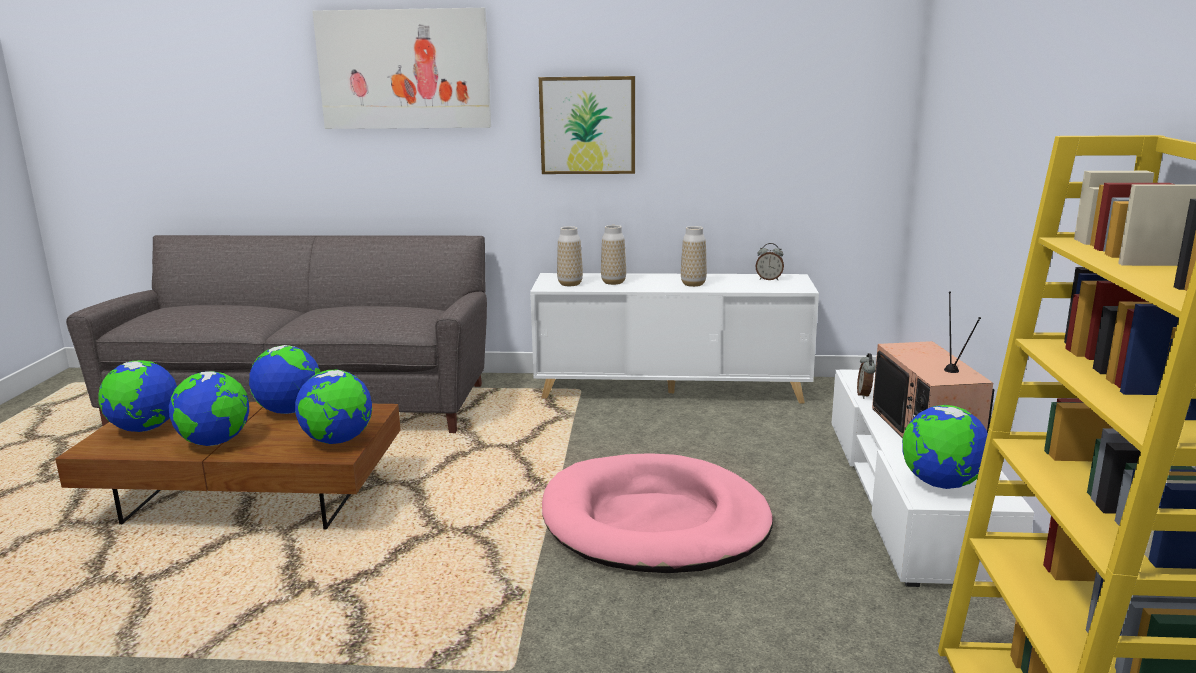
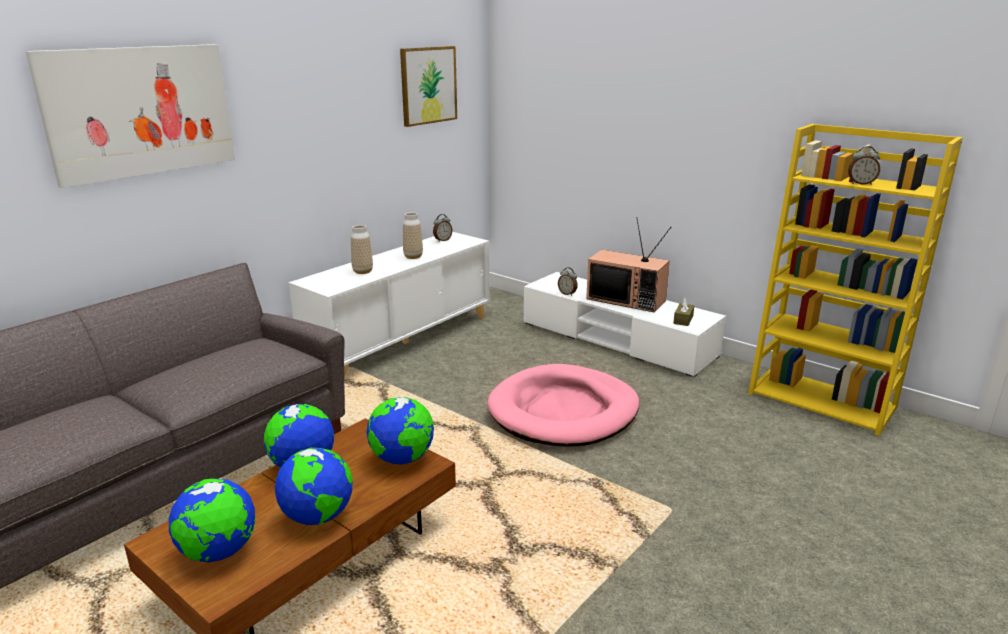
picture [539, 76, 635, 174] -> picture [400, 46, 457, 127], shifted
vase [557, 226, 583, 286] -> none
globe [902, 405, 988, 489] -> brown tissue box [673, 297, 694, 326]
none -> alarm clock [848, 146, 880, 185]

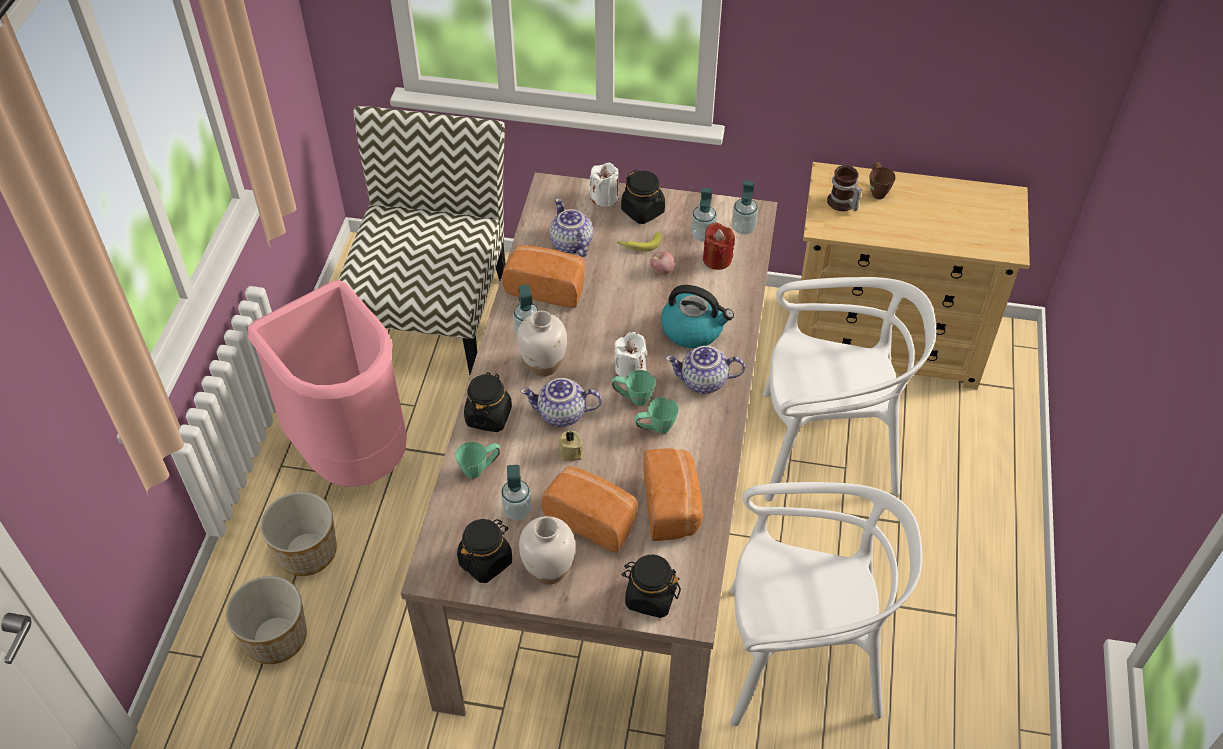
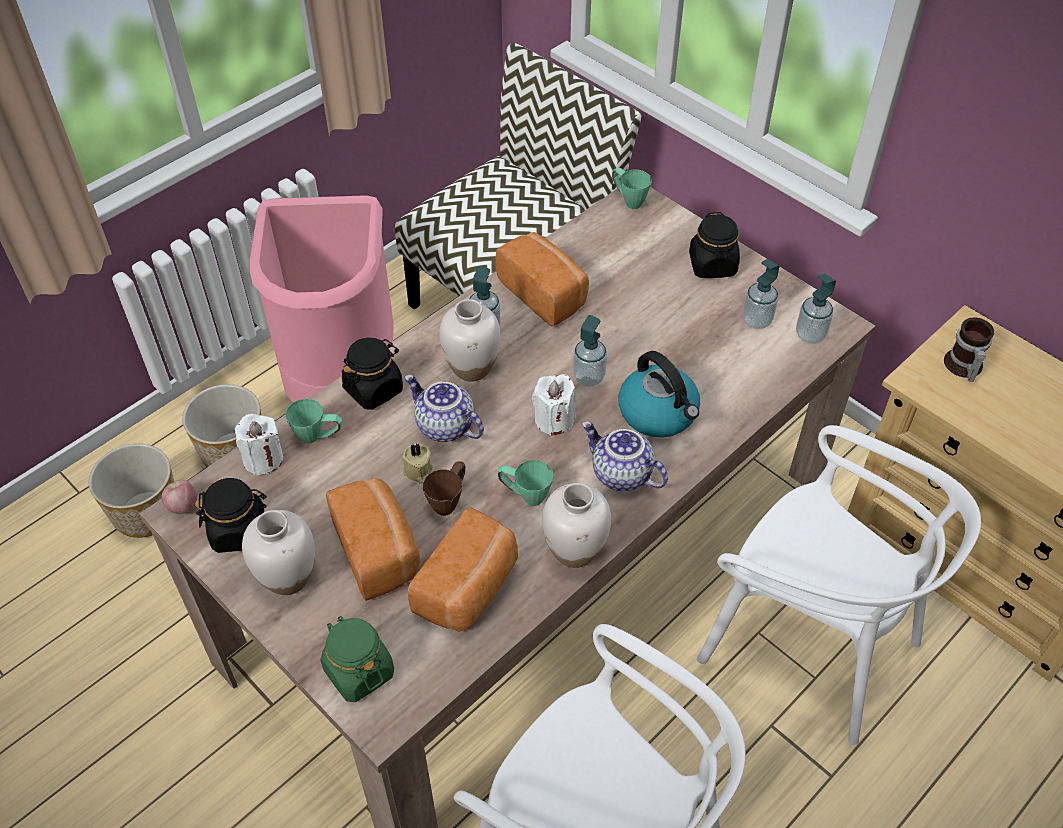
brown mug [870, 162, 896, 199] -> brown mug [423, 461, 465, 516], shifted
white candle [590, 163, 619, 207] -> white candle [235, 414, 283, 475], shifted
teapot [550, 198, 593, 257] -> none
red candle [703, 222, 735, 270] -> none
banana [617, 232, 661, 251] -> none
apple [650, 251, 675, 275] -> apple [161, 480, 197, 514], shifted
green mug [611, 370, 655, 406] -> green mug [612, 167, 652, 209], shifted
soap dispenser [501, 465, 532, 521] -> soap dispenser [573, 315, 607, 386], shifted
black jar [621, 555, 681, 618] -> green jar [321, 616, 394, 702]
none -> white vase [542, 483, 611, 568]

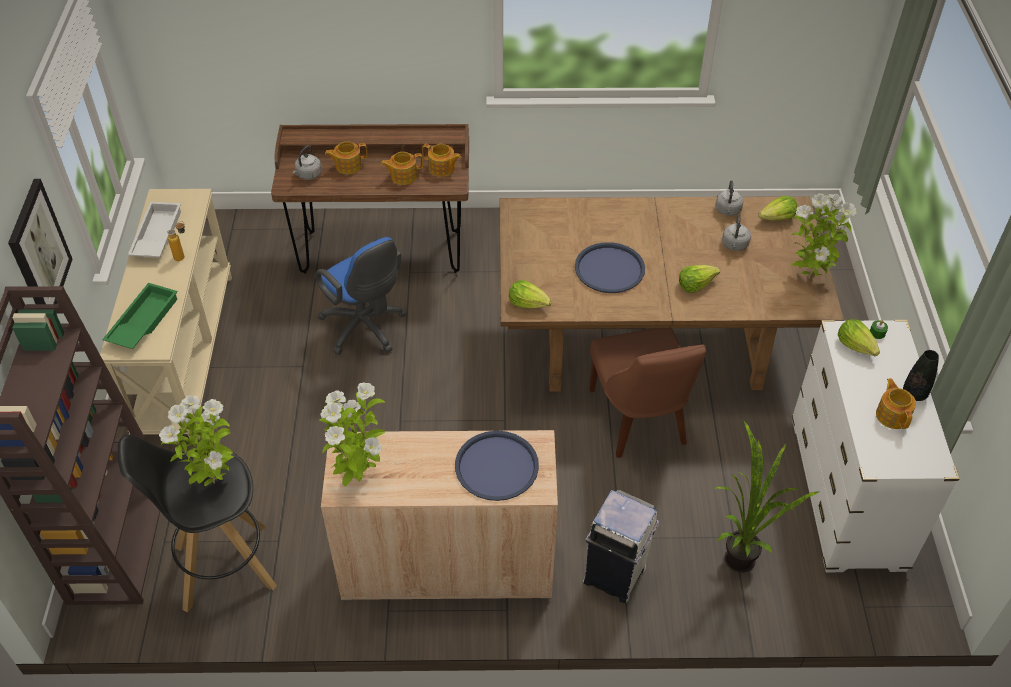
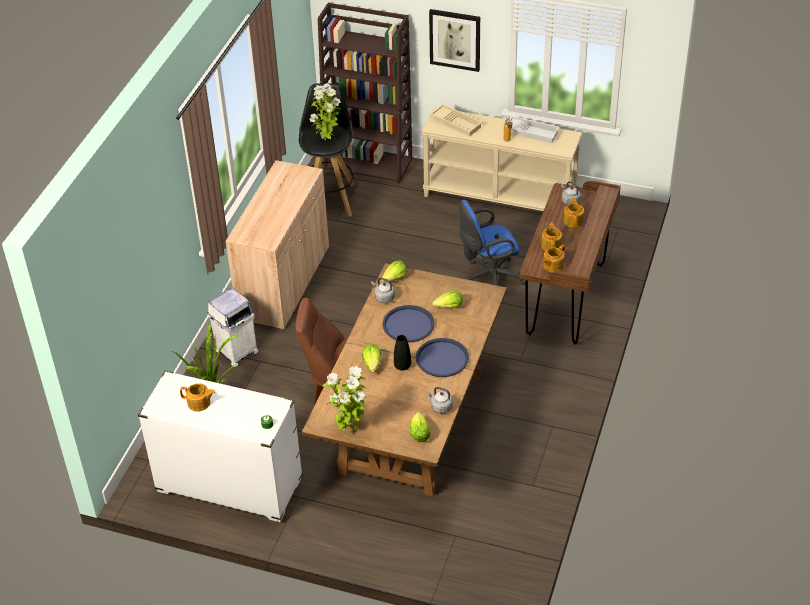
grey kettle [722, 215, 751, 251] -> grey kettle [371, 278, 395, 303], shifted
green tray [102, 283, 178, 349] -> beige tray [430, 104, 482, 137]
lettuce [838, 319, 880, 356] -> lettuce [432, 290, 463, 309], shifted
black vase [903, 350, 939, 401] -> black vase [394, 335, 411, 371], shifted
potted plant [319, 383, 385, 486] -> none
blue tray [455, 431, 539, 501] -> blue tray [416, 338, 469, 377], shifted

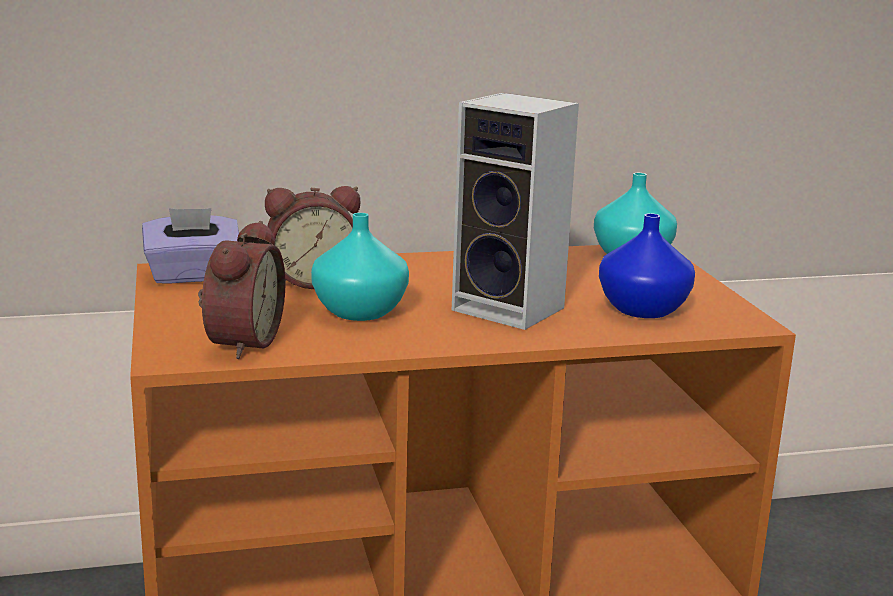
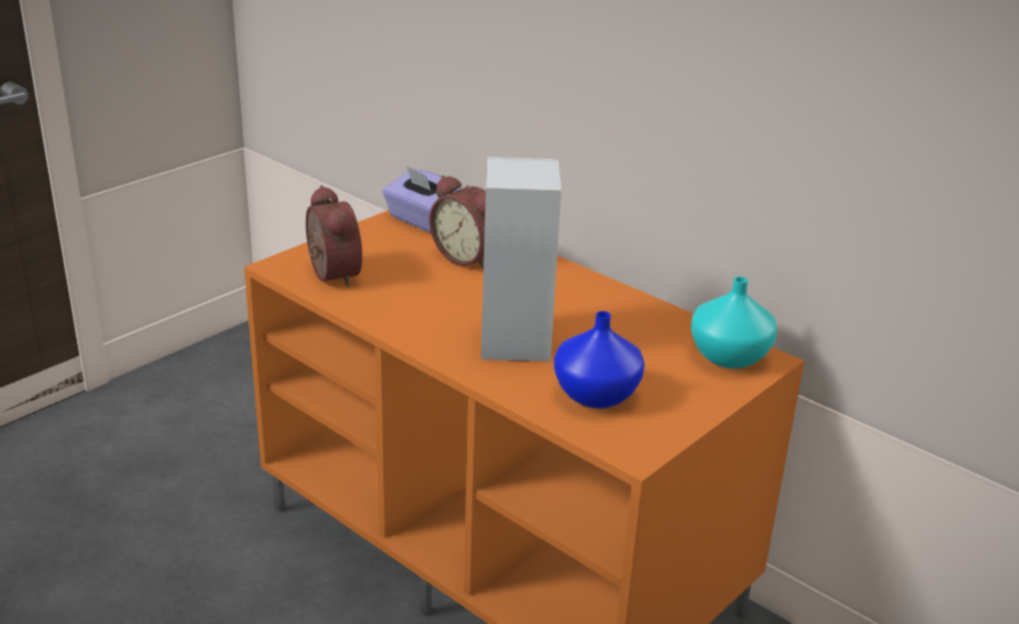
turquoise vase [311, 213, 409, 321] -> none
alarm clock [198, 221, 285, 359] -> alarm clock [306, 185, 362, 288], 90 degrees counterclockwise

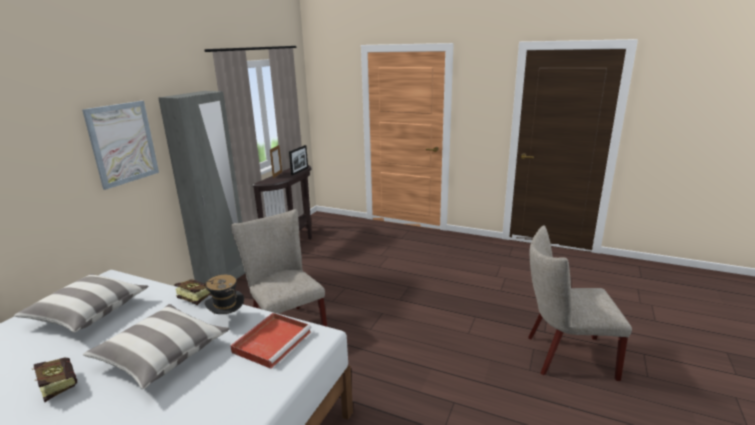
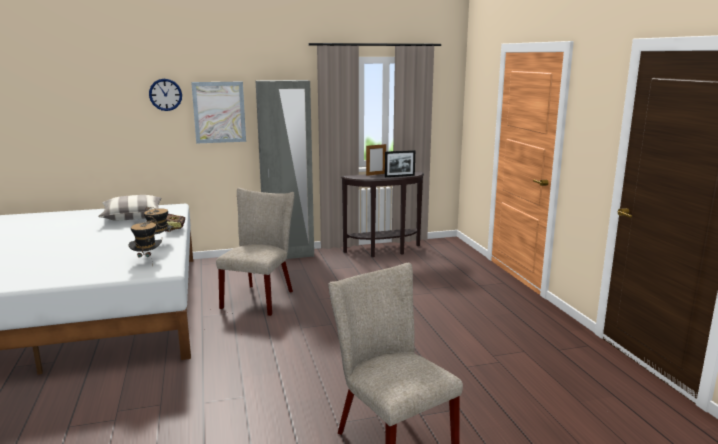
pillow [83, 304, 229, 389] -> none
red tray [231, 313, 311, 369] -> hat [128, 220, 162, 266]
book [32, 358, 77, 402] -> none
none -> wall clock [149, 79, 182, 111]

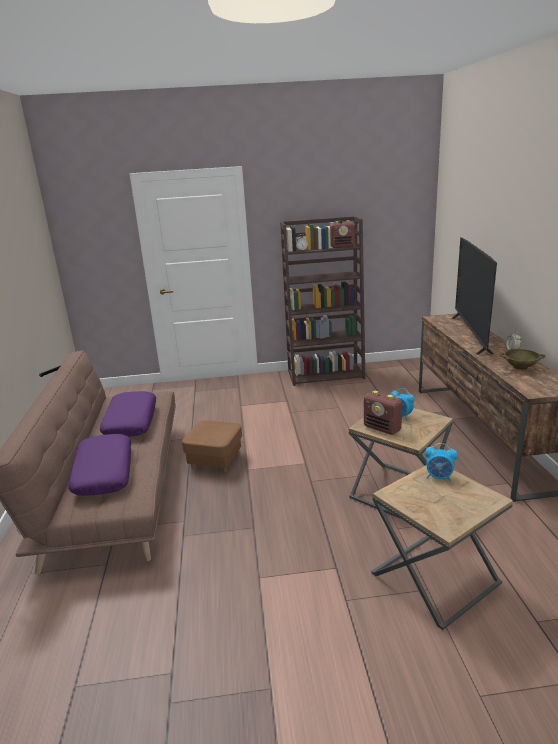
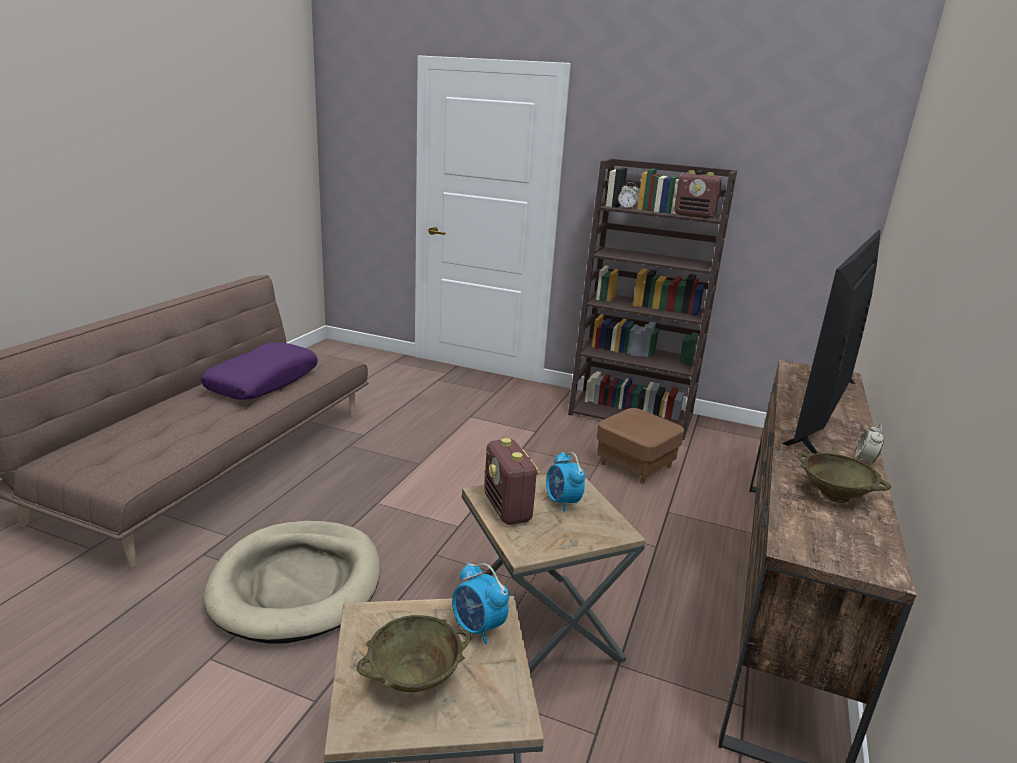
brown ottoman [182, 420, 242, 473] -> brown ottoman [597, 408, 684, 484], shifted
purple pillow [69, 434, 131, 496] -> none
none -> beige dog bed [204, 521, 380, 644]
none -> beige bowl [357, 615, 472, 692]

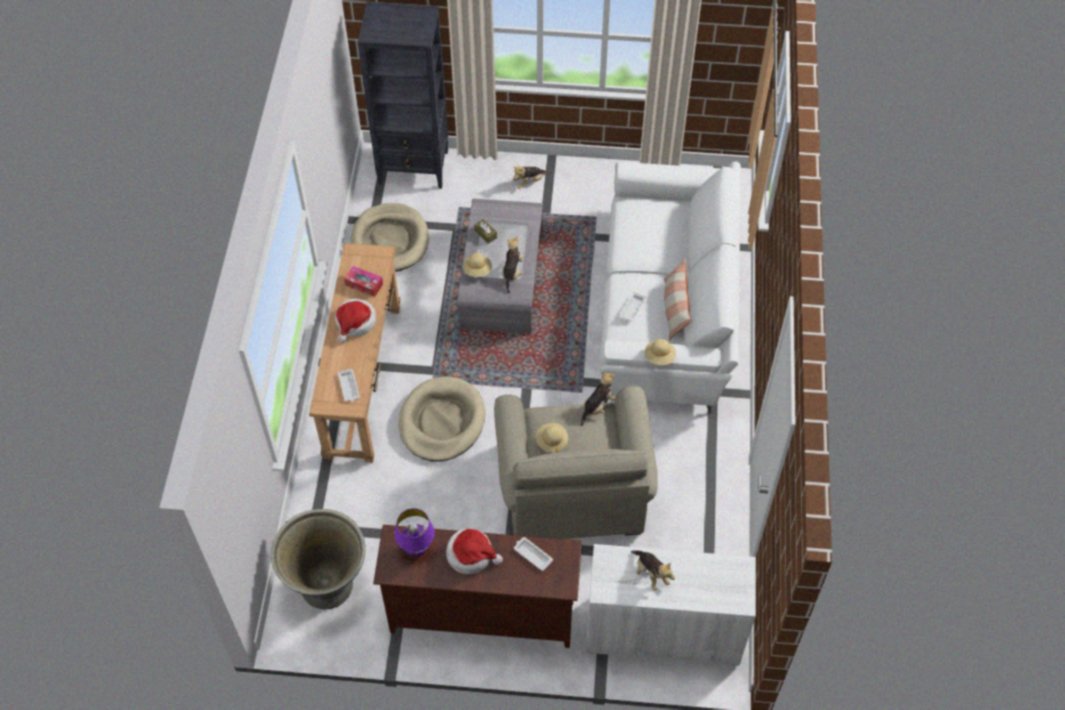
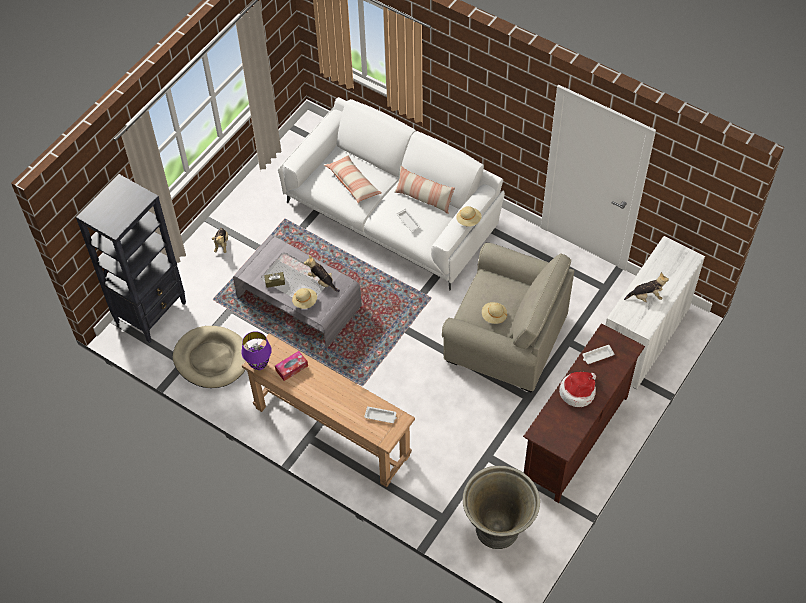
hat [335, 299, 376, 343] -> none
plush toy [581, 372, 616, 426] -> none
beige dog bed [399, 377, 485, 462] -> none
purple table lamp [394, 508, 435, 557] -> purple table lamp [241, 331, 272, 370], shifted
none -> pillow [325, 155, 381, 203]

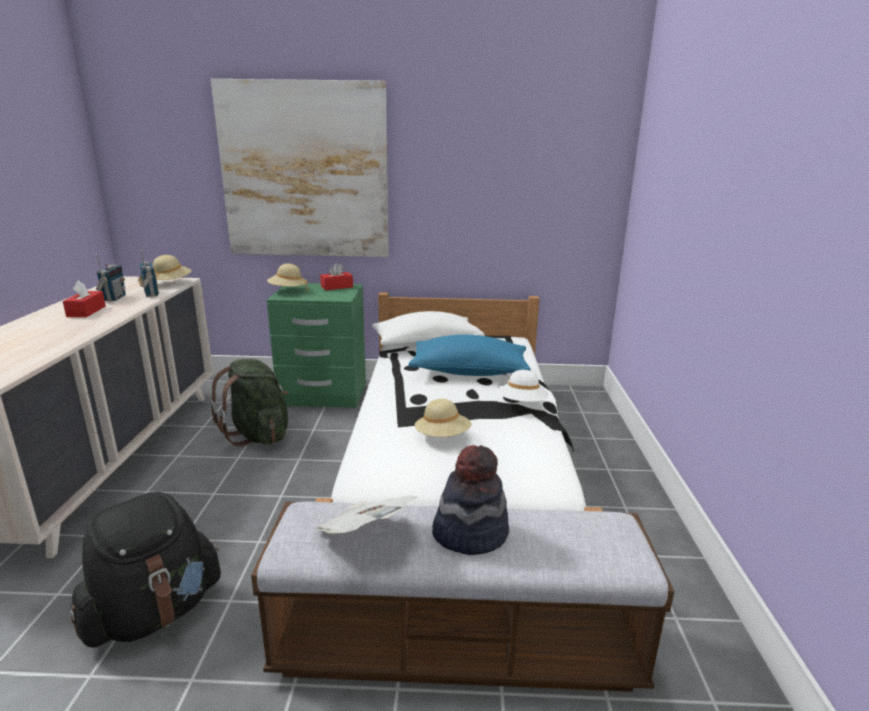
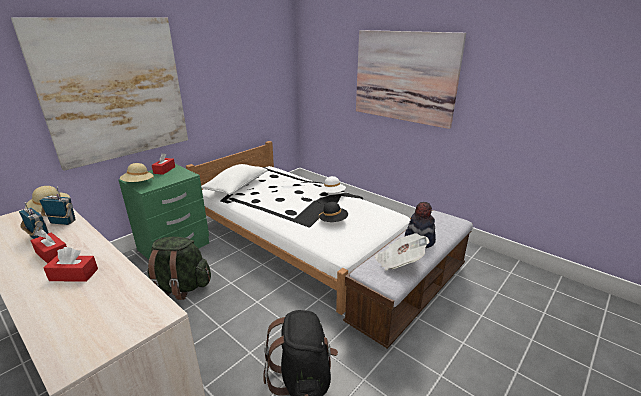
blue pillow [408, 334, 531, 376] -> none
beige hat [415, 399, 472, 437] -> black hat [319, 202, 348, 222]
none -> picture [356, 30, 466, 129]
none -> red tissue box [43, 247, 98, 282]

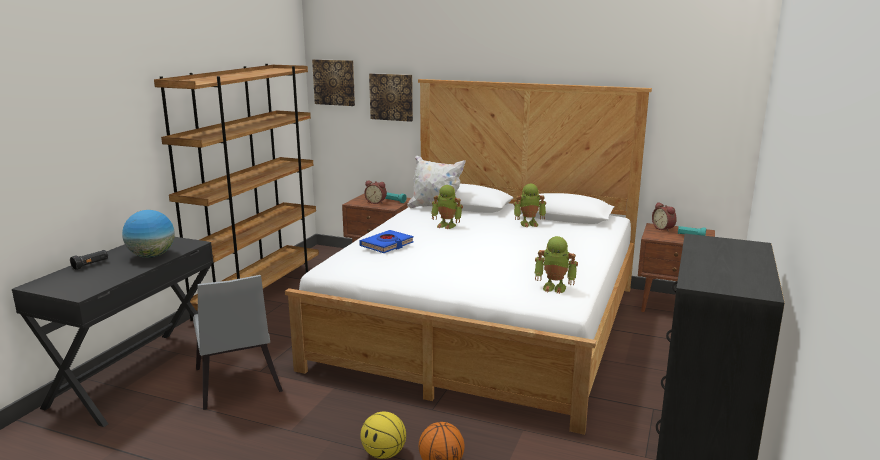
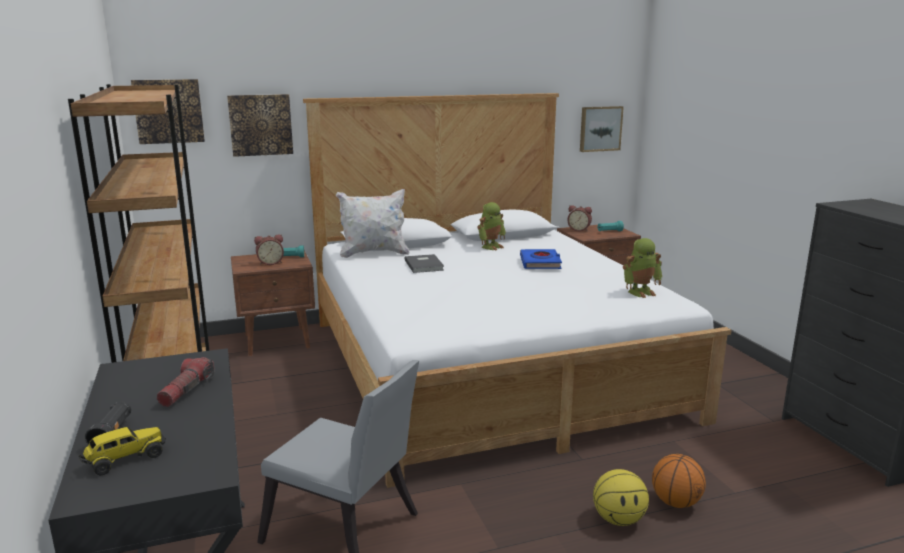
toy robot [431, 185, 463, 229] -> grey book [404, 254, 444, 273]
globe [122, 210, 175, 258] -> flashlight [157, 357, 214, 407]
blue book [359, 230, 414, 253] -> blue book [520, 249, 562, 269], shifted
none -> picture [580, 106, 624, 152]
none -> toy truck [78, 427, 166, 476]

